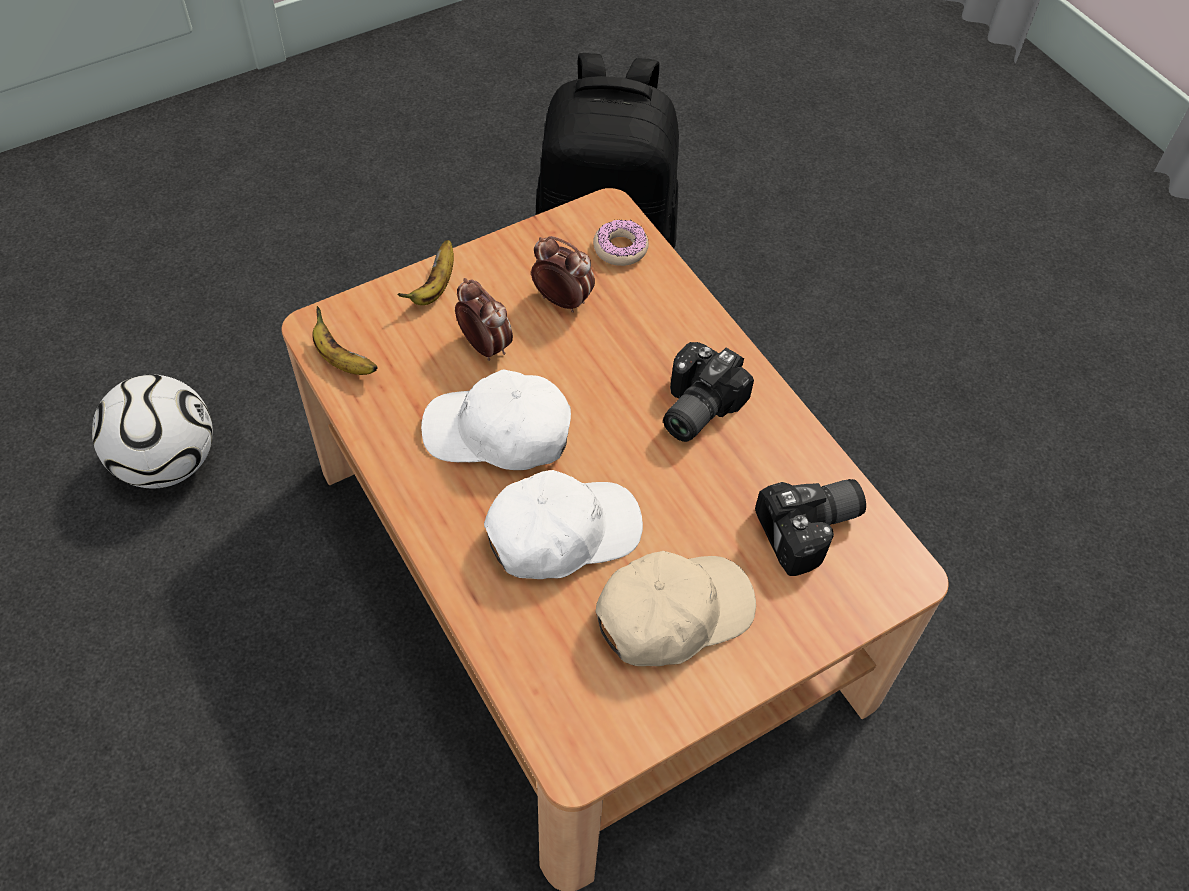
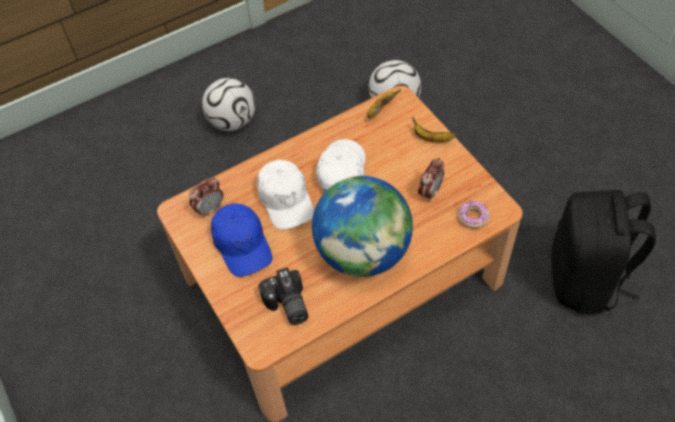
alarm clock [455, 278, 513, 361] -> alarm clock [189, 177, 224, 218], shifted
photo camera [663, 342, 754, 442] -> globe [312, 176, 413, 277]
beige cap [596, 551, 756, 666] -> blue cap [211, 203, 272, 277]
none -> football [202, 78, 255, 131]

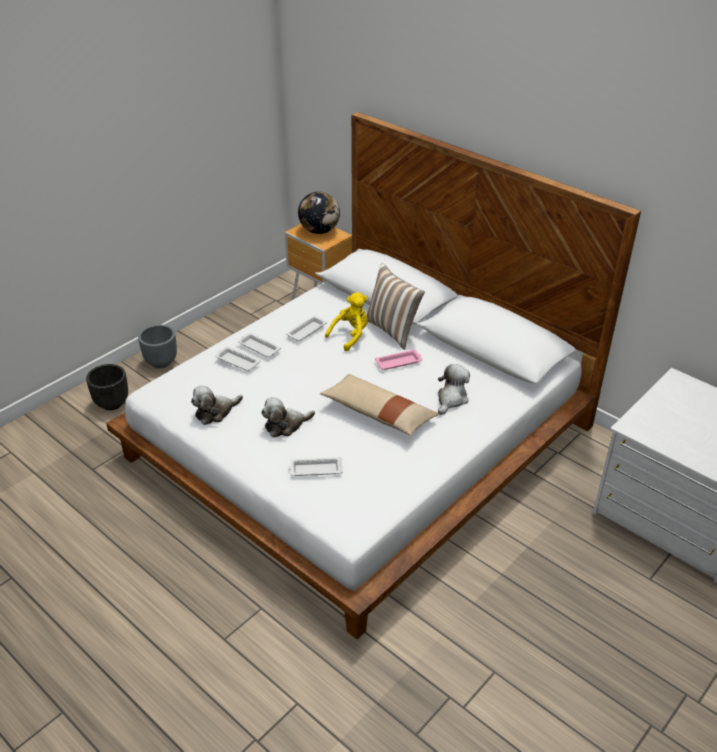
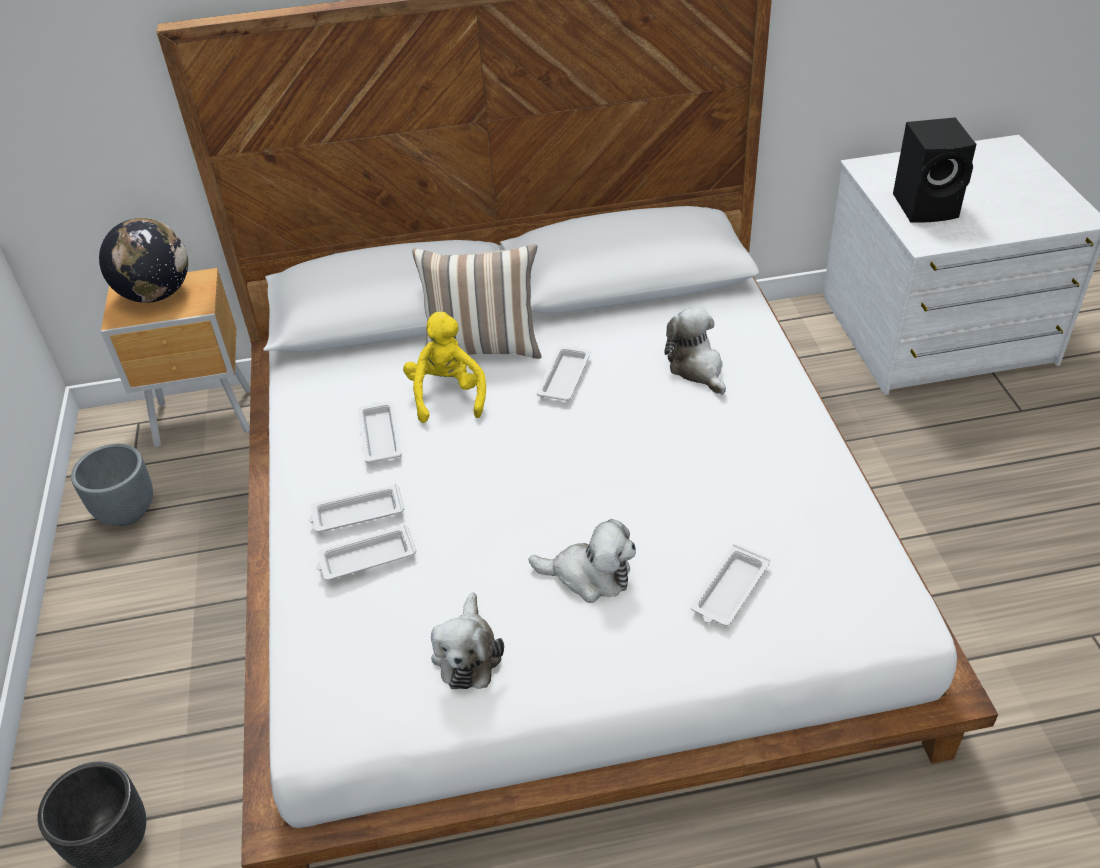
grey planter [138, 325, 177, 368] -> grey planter [71, 444, 153, 526], shifted
pink tray [375, 350, 422, 370] -> white tray [536, 345, 591, 401]
beige pillow [320, 374, 439, 436] -> none
plush toy [261, 397, 315, 437] -> plush toy [529, 519, 636, 603], 90 degrees counterclockwise
none -> black speaker [893, 117, 977, 223]

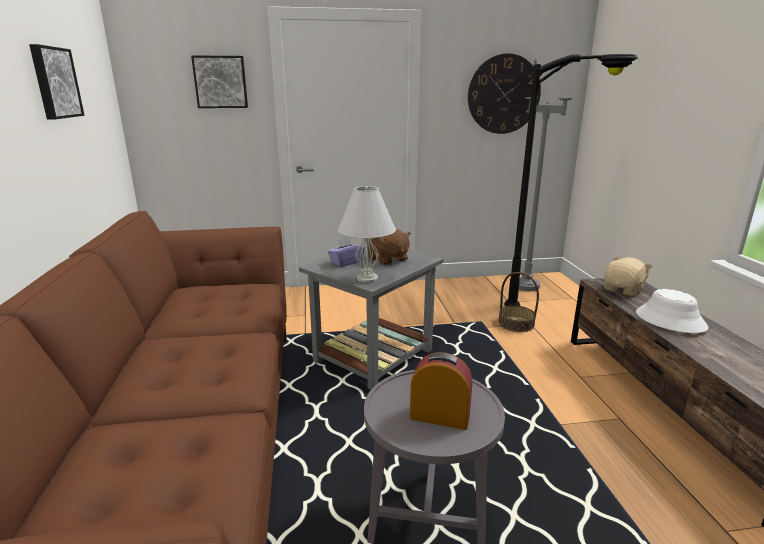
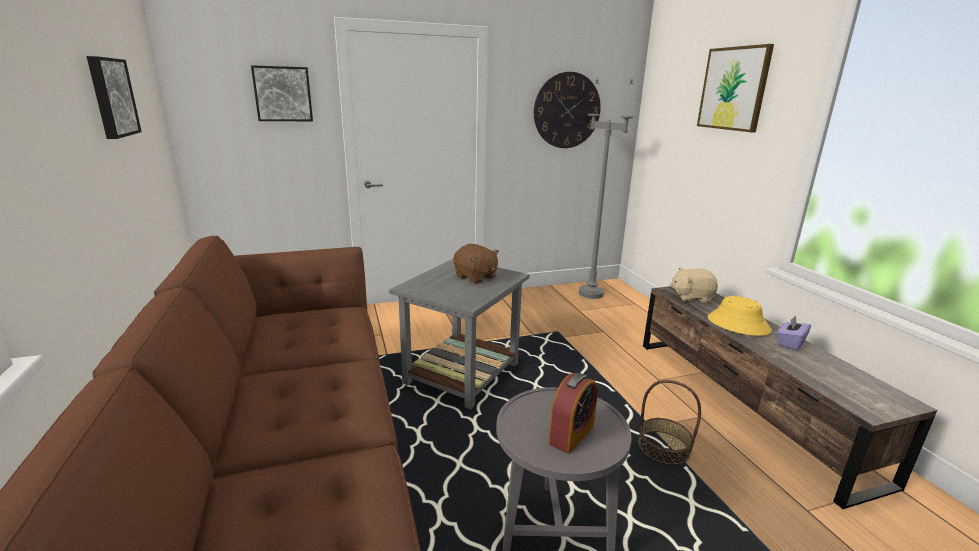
black floor lamp [504, 54, 638, 306] -> none
white table lamp [338, 186, 396, 283] -> none
purple tissue box [328, 237, 365, 267] -> purple tissue box [777, 315, 811, 351], shifted
beige plush toy [604, 257, 653, 297] -> beige plush toy [670, 267, 718, 303], 120 degrees counterclockwise
basket [498, 272, 539, 332] -> basket [639, 380, 701, 464], shifted
white hat [636, 289, 708, 333] -> yellow hat [708, 296, 772, 336]
alarm clock [410, 352, 472, 430] -> alarm clock [548, 373, 598, 454], 120 degrees clockwise
none -> picture [697, 44, 774, 132]

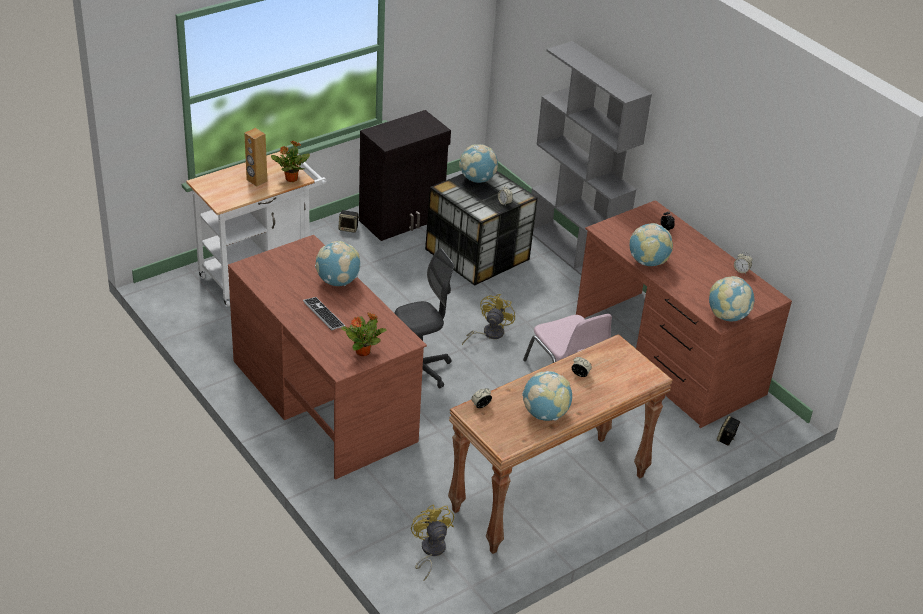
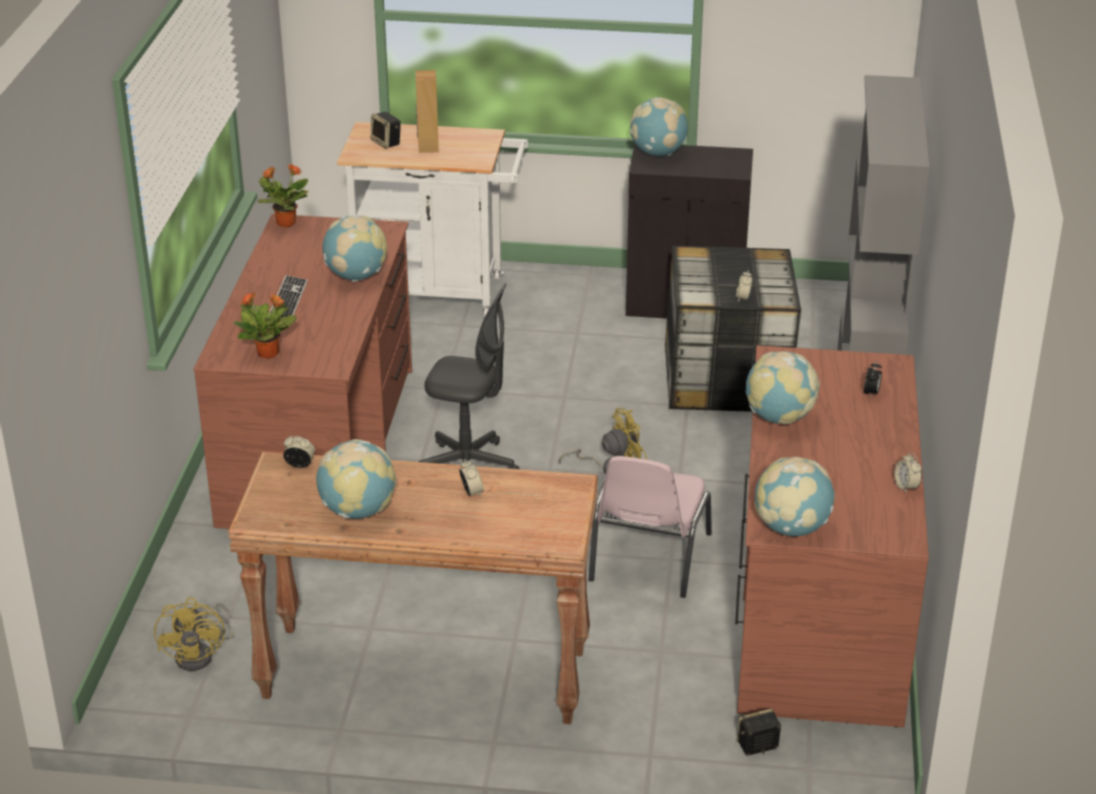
potted plant [271, 140, 310, 182] -> potted plant [258, 164, 308, 227], shifted
globe [459, 144, 498, 183] -> globe [630, 97, 688, 156], shifted
speaker [339, 210, 360, 233] -> speaker [371, 112, 401, 149], shifted
yellow fan [411, 504, 454, 581] -> yellow fan [154, 597, 234, 671], 150 degrees clockwise

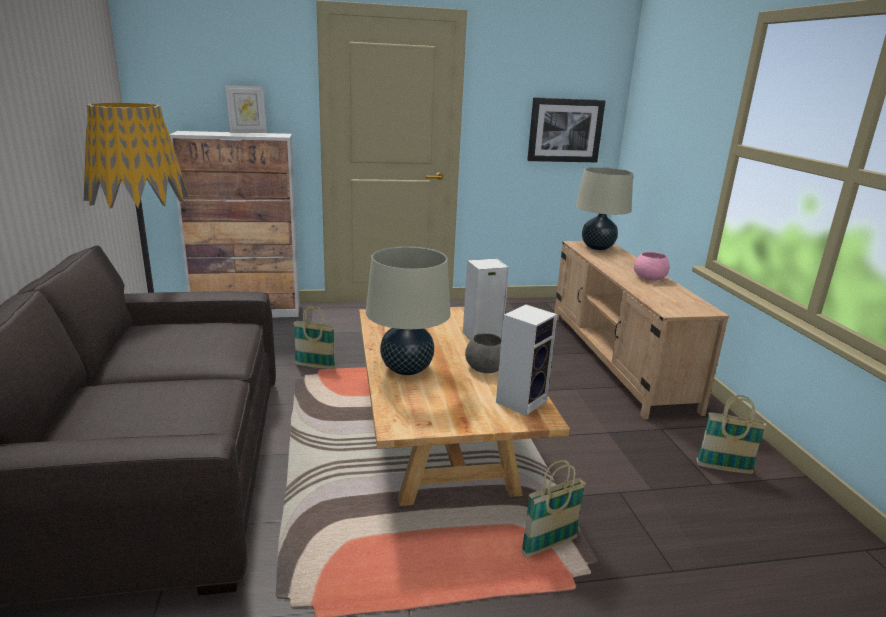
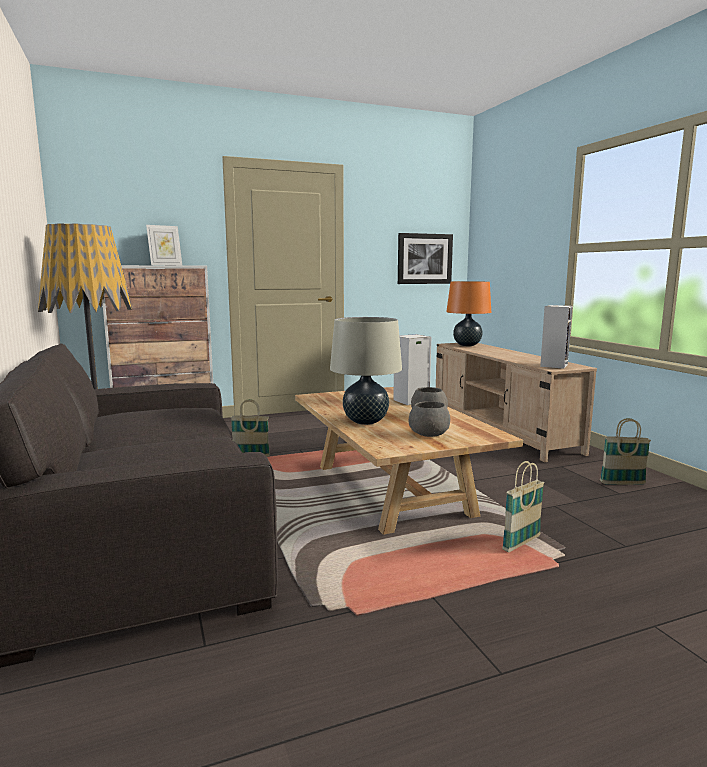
beige table lamp [576, 167, 633, 250] -> orange table lamp [446, 281, 491, 346]
pink bowl [634, 252, 669, 281] -> none
speaker [496, 305, 557, 416] -> speaker [540, 305, 572, 369], shifted
none -> grey bowl [409, 401, 450, 437]

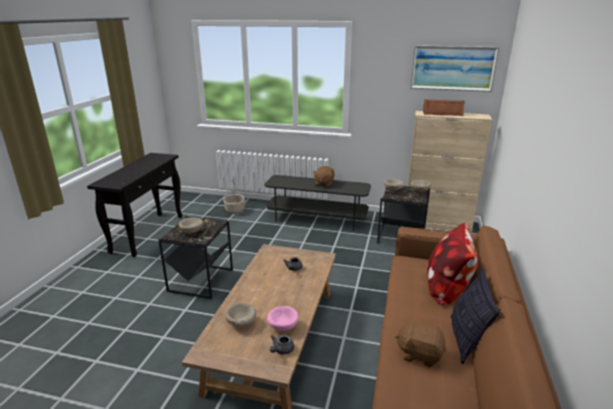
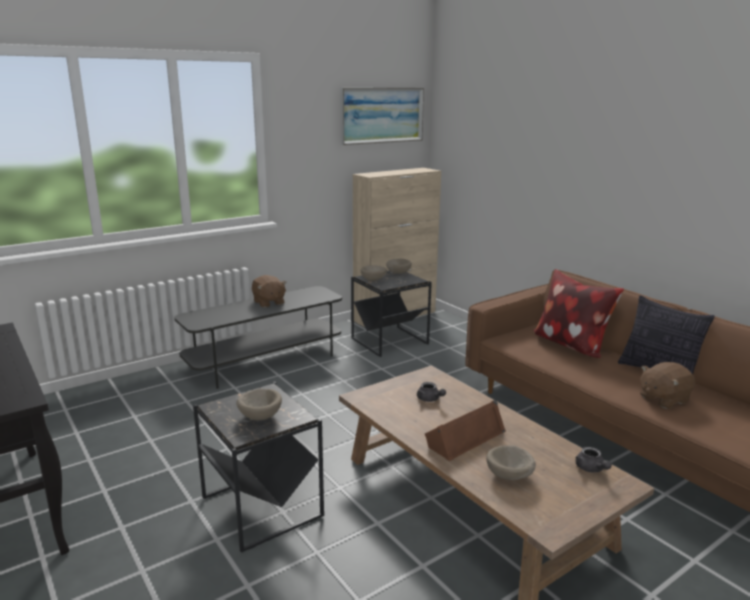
brown speaker [423, 99, 465, 116] -> brown speaker [425, 400, 506, 461], shifted
basket [223, 180, 245, 214] -> none
pink bowl [267, 306, 298, 331] -> none

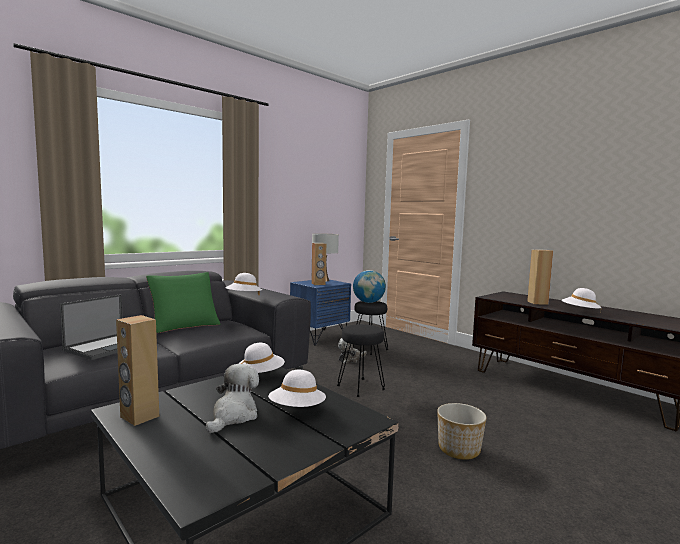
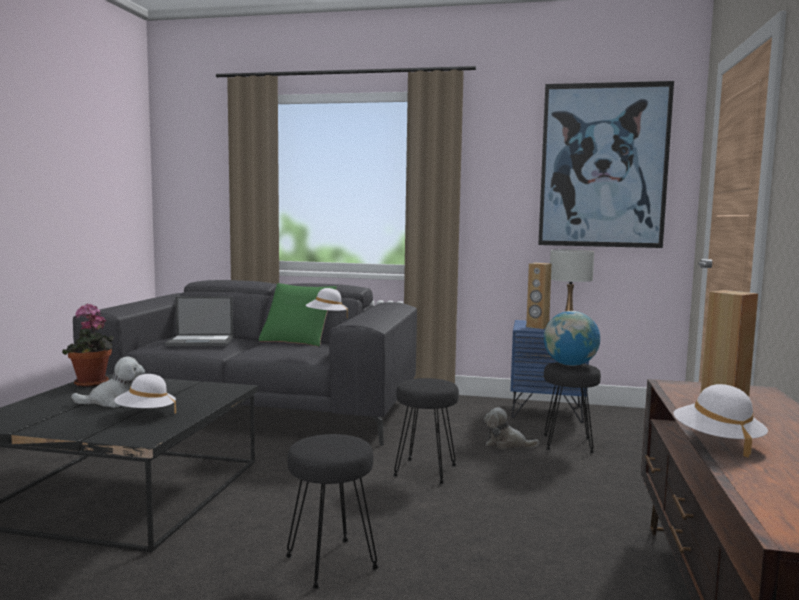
brown speaker [116, 315, 159, 426] -> potted plant [62, 303, 114, 387]
white hat [238, 343, 285, 373] -> none
planter [437, 403, 487, 460] -> black stool [286, 434, 379, 589]
none -> picture [538, 81, 674, 248]

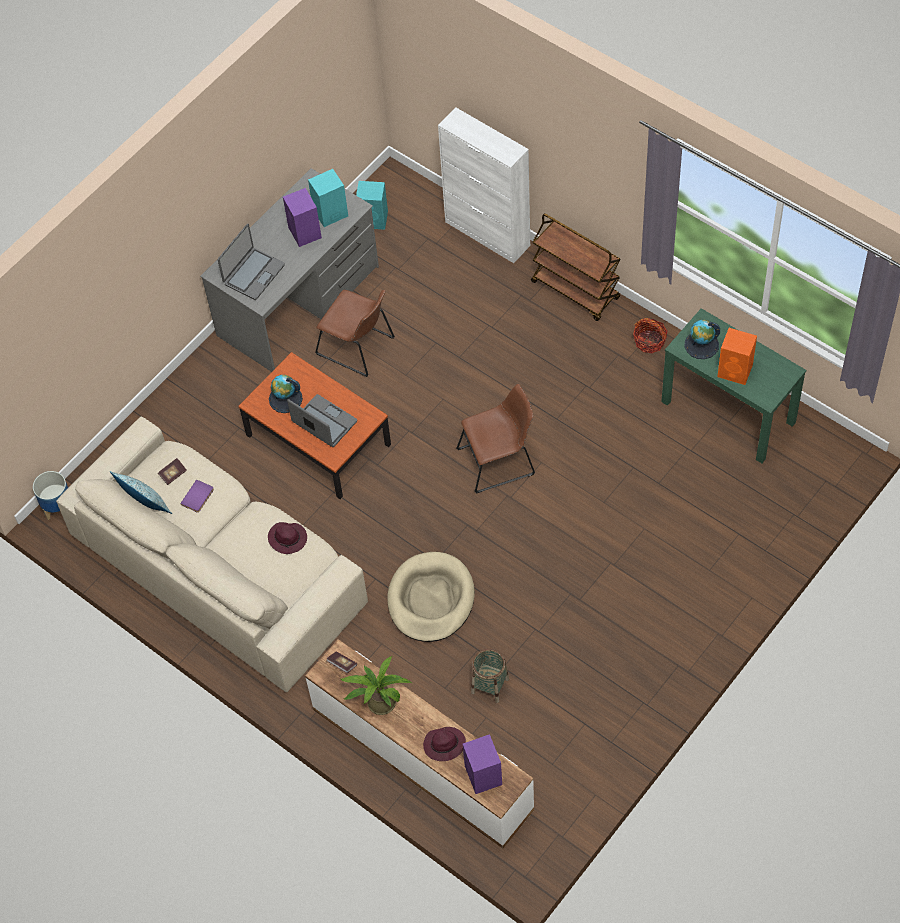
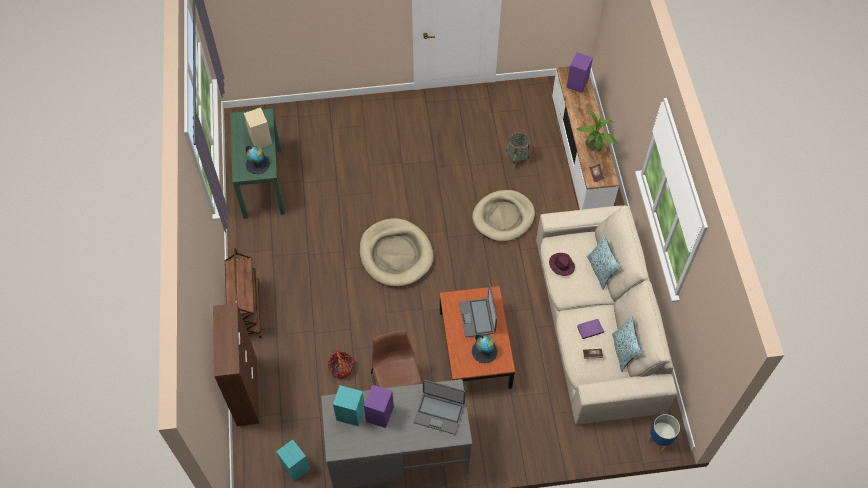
white cabinet [438, 107, 530, 263] -> brown cabinet [213, 303, 260, 426]
laptop [218, 224, 285, 300] -> laptop [414, 379, 466, 435], 150 degrees counterclockwise
basket [633, 318, 668, 353] -> basket [328, 350, 354, 379], shifted
orange speaker [717, 328, 757, 385] -> beige speaker [244, 107, 272, 148]
brown chair [456, 384, 535, 494] -> beige dog bed [359, 218, 433, 287]
purple hat [423, 727, 466, 761] -> none
none -> pillow [587, 235, 621, 290]

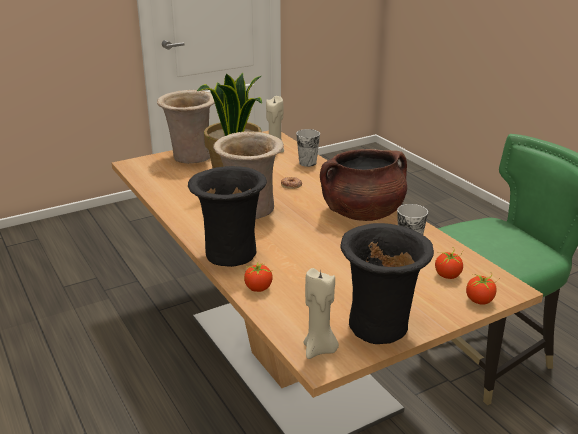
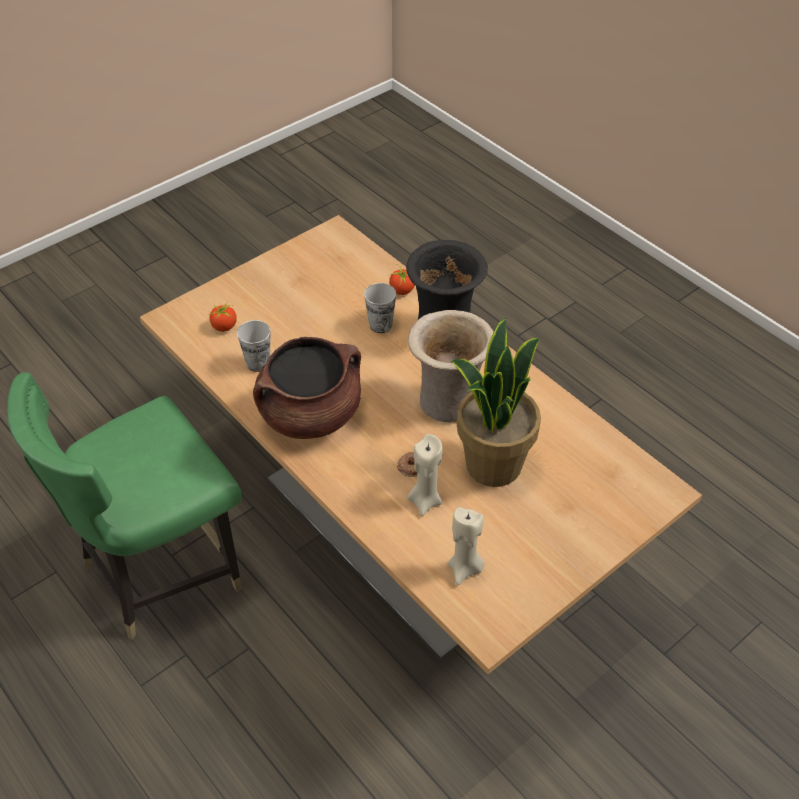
beige vase [157, 90, 215, 164] -> none
cup [296, 129, 320, 167] -> cup [364, 283, 396, 333], shifted
black vase [340, 223, 434, 344] -> none
beige candle [304, 268, 339, 359] -> beige candle [407, 434, 443, 516], shifted
tomato [466, 272, 500, 305] -> none

